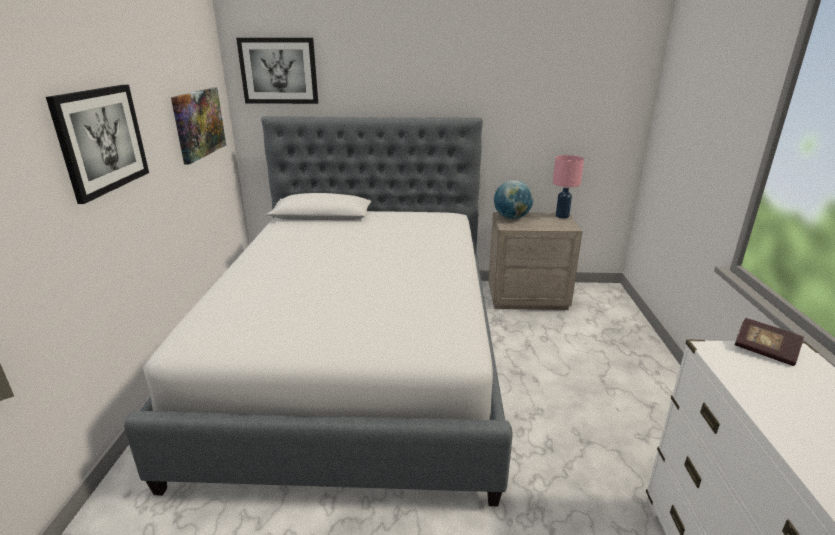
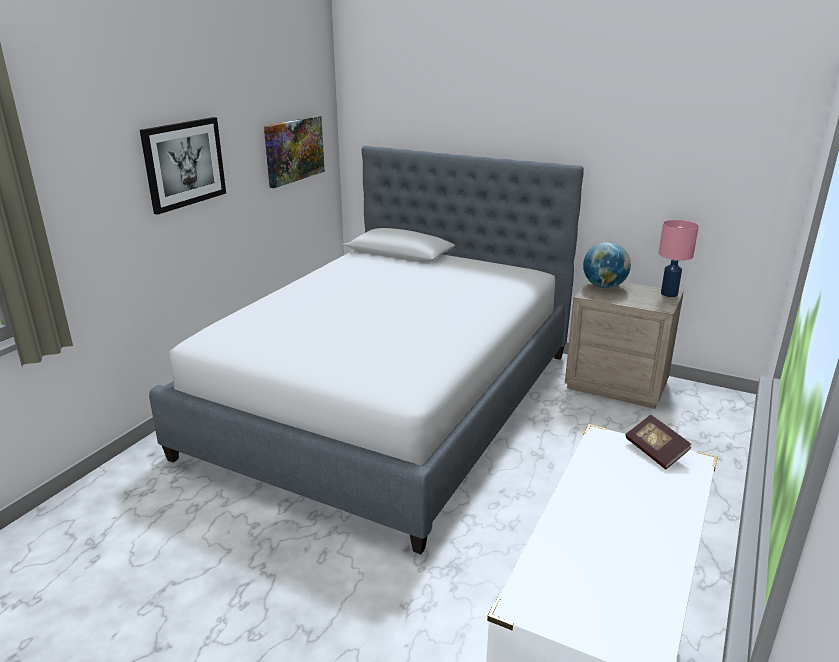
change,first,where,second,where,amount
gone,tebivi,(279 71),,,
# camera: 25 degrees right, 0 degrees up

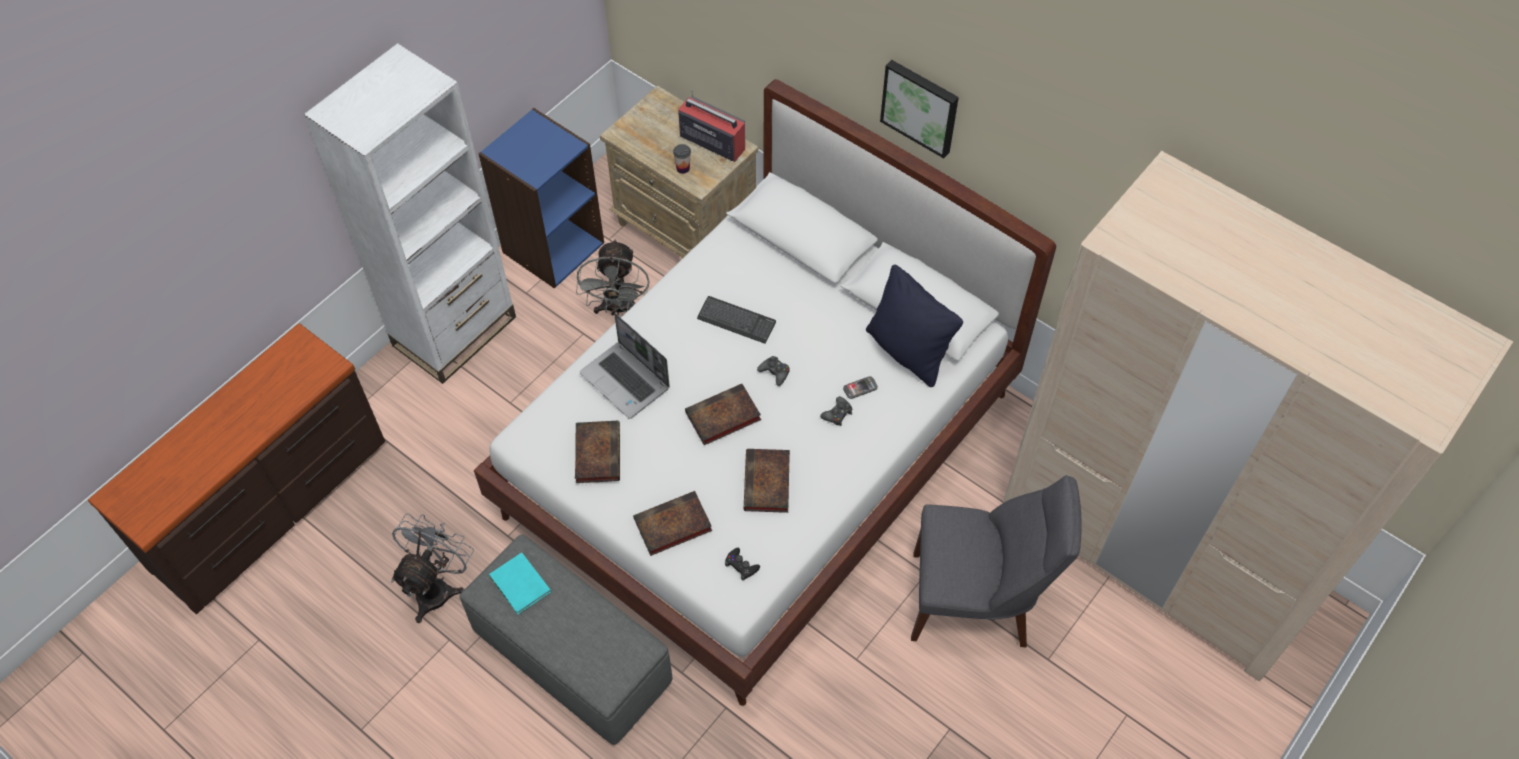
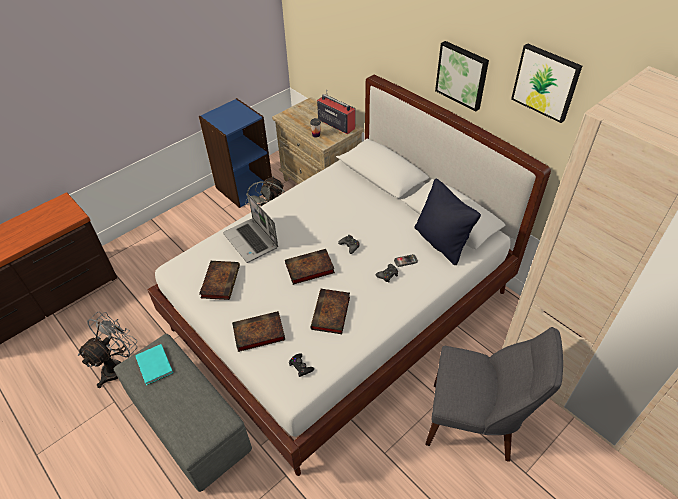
change,first,where,second,where,amount
gone,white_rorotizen,(455 331),,,
gone,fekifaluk,(736 321),,,
new,,,tebivi,(546 82),
# camera: 10 degrees right, 10 degrees down

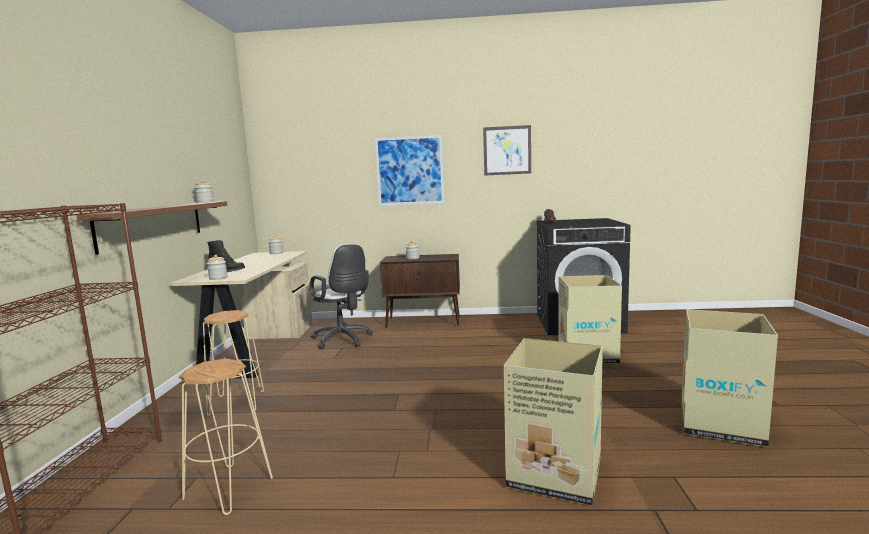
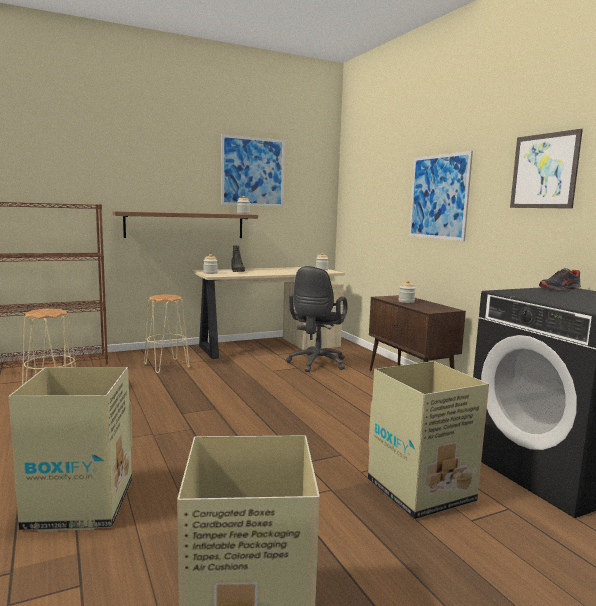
change,first,where,second,where,amount
new,,,tebivi,(253 172),
repainted,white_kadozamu,(343 340),black_kadozamu,(316 364),
# camera: 60 degrees right, 0 degrees up

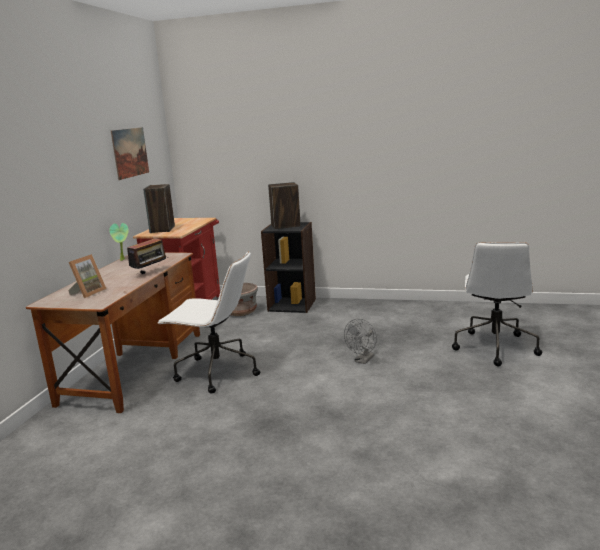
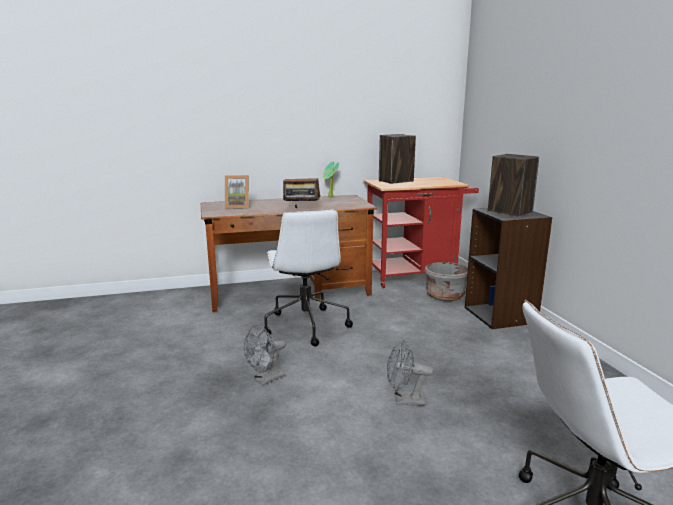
change,first,where,second,where,amount
gone,tebivi,(130 152),,,
new,,,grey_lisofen,(265 380),
# camera: 60 degrees right, 0 degrees up

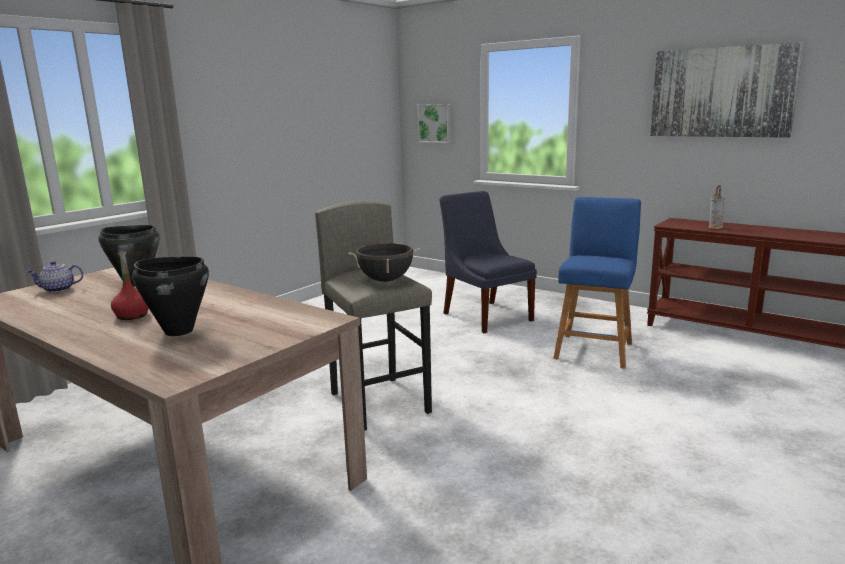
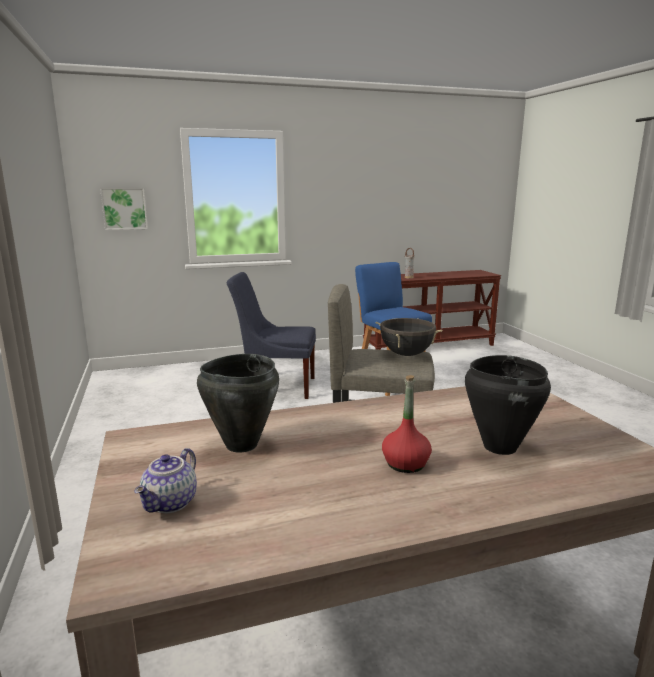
change,first,where,second,where,amount
gone,tebivi,(721 92),,,
# camera: 55 degrees left, 0 degrees up

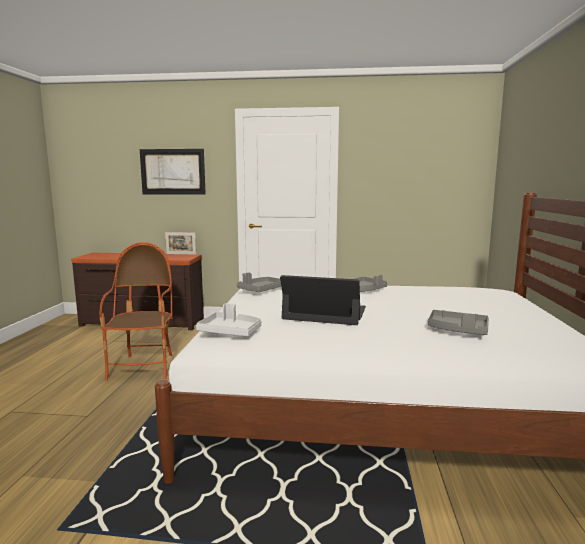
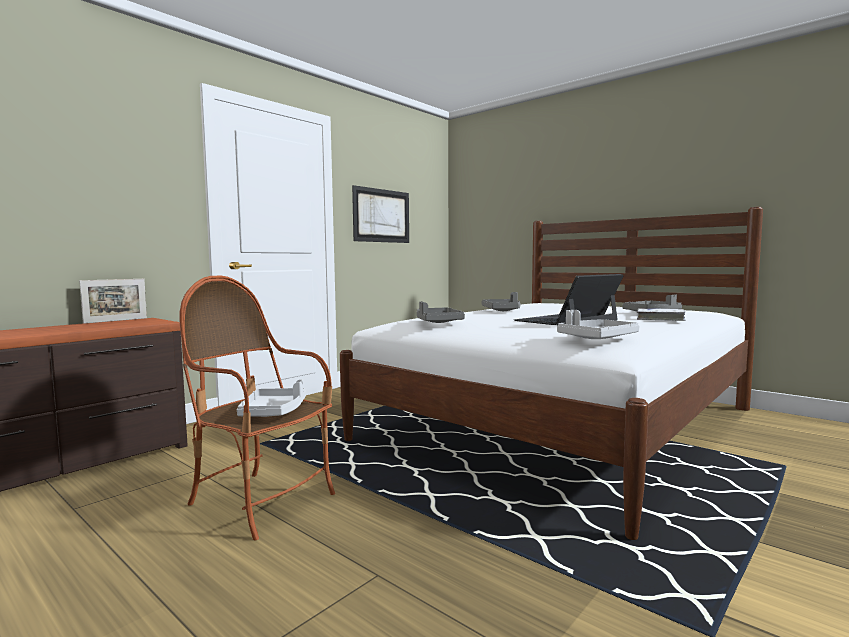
change,first,where,second,where,amount
new,,,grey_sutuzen,(274 412),
new,,,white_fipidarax,(660 319),
shifted,tebivi,(172 171),,(382 216),
# camera: 55 degrees left, 5 degrees down

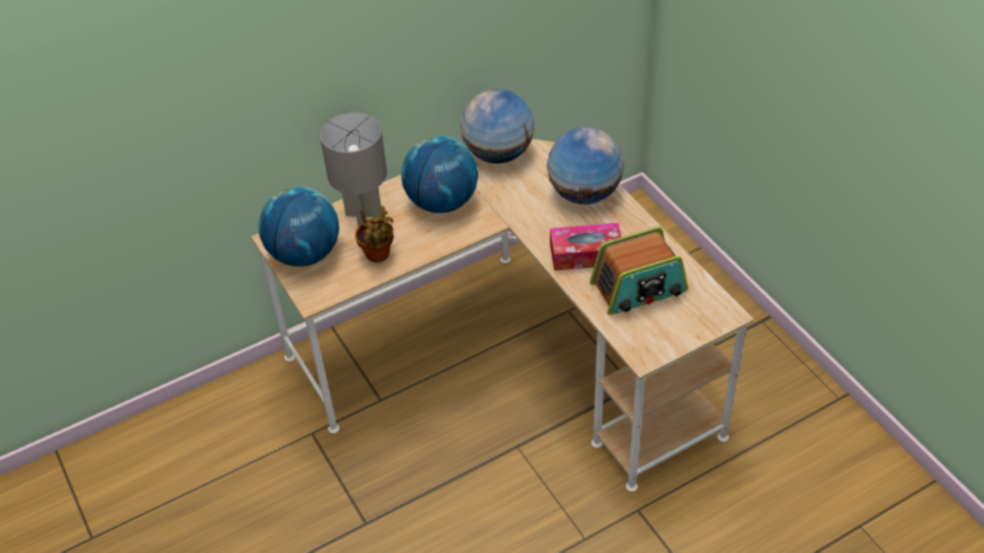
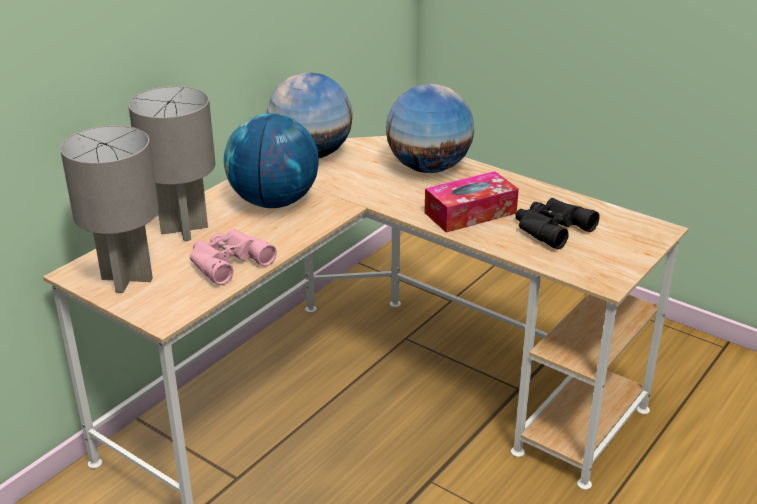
change,first,where,second,where,amount
swapped,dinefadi,(305 254),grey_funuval,(128 278),
swapped,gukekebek,(378 256),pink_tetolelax,(227 261),
swapped,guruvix,(639 288),black_tetolelax,(550 228),
# camera: 25 degrees left, 15 degrees down

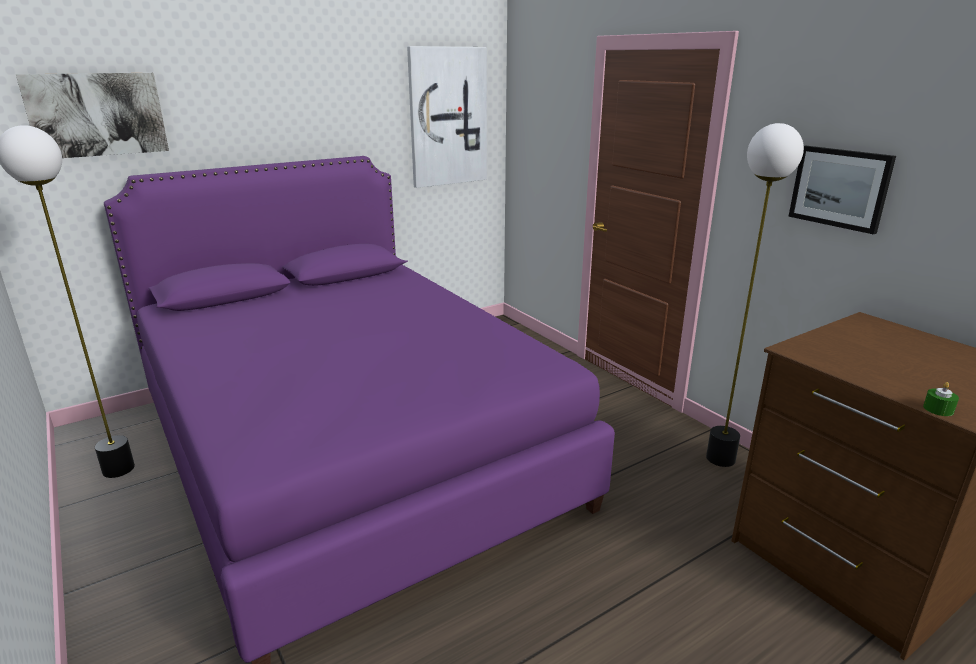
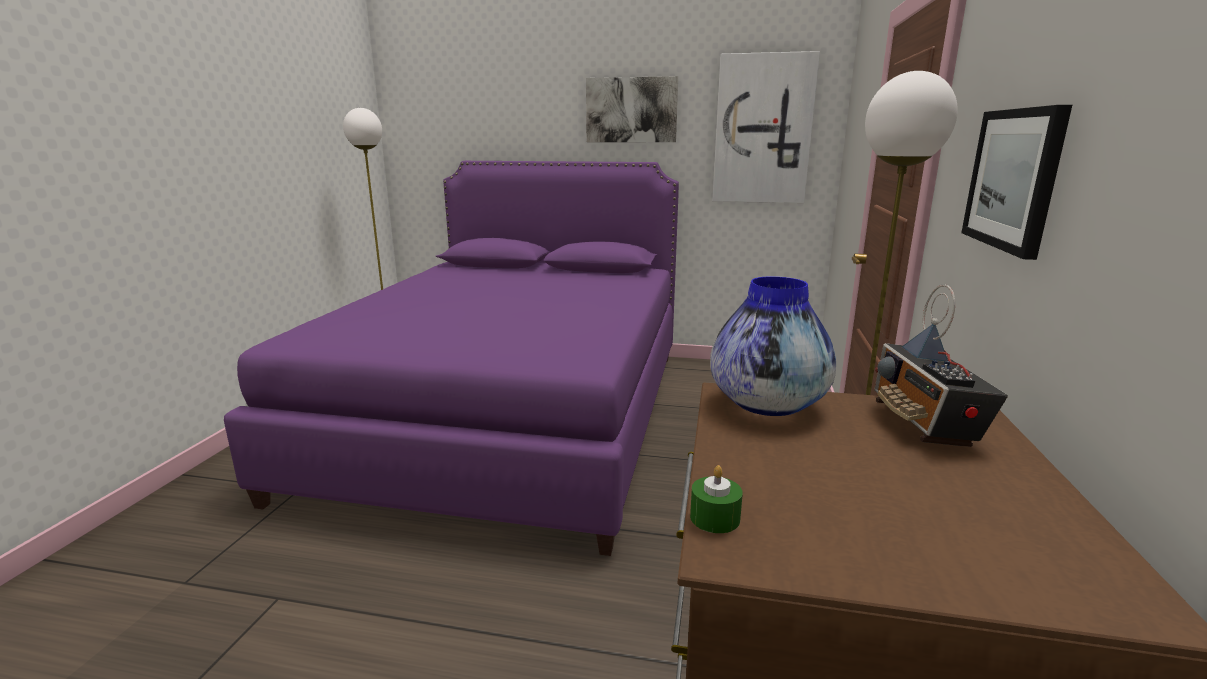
change,first,where,second,where,amount
new,,,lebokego,(768 405),
new,,,guruvix,(925 425),
shifted,tebivi,(97 114),,(631 110),
# camera: 45 degrees right, 5 degrees down

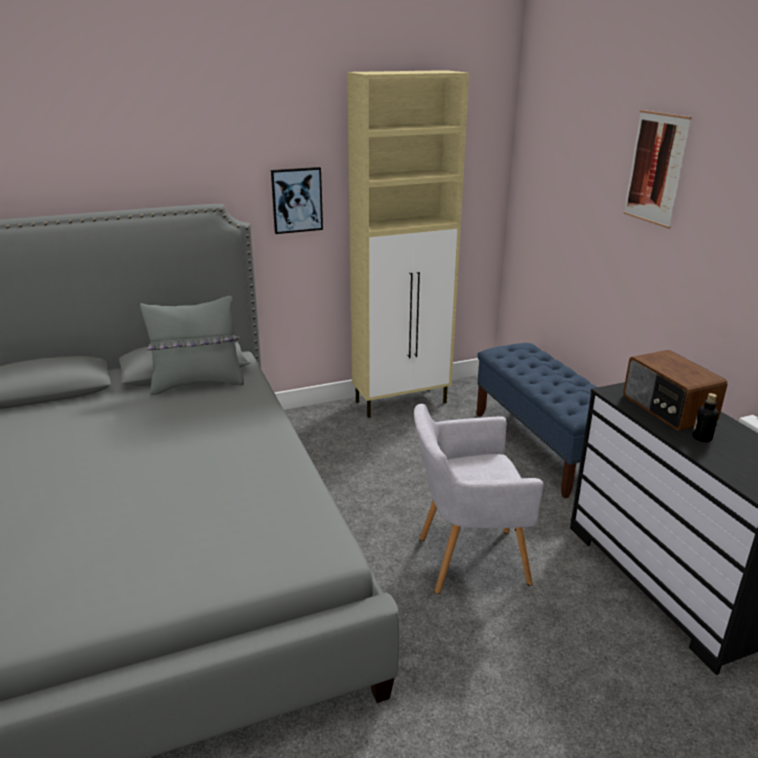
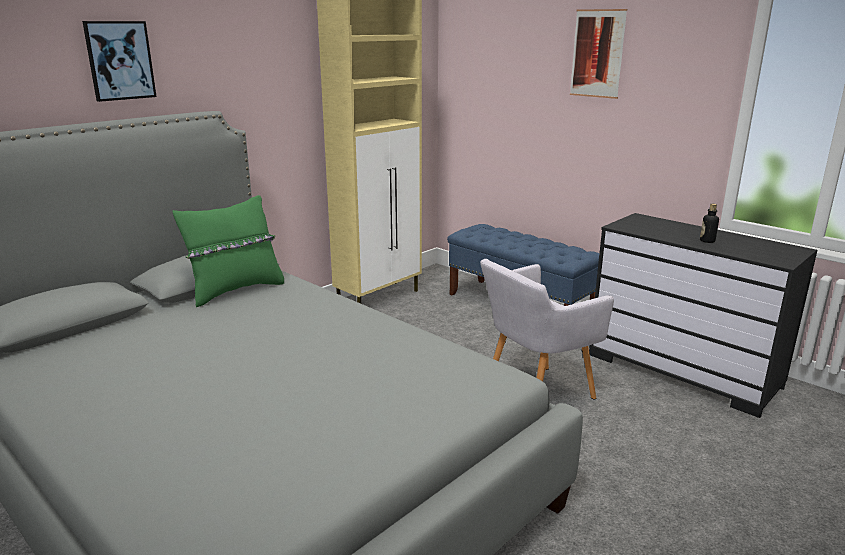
change,first,where,second,where,amount
gone,guruvix,(667 409),,,
shifted,tebivi,(296 200),,(120 60),
repainted,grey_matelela,(197 384),green_matelela,(236 290),
# camera: 25 degrees left, 5 degrees down

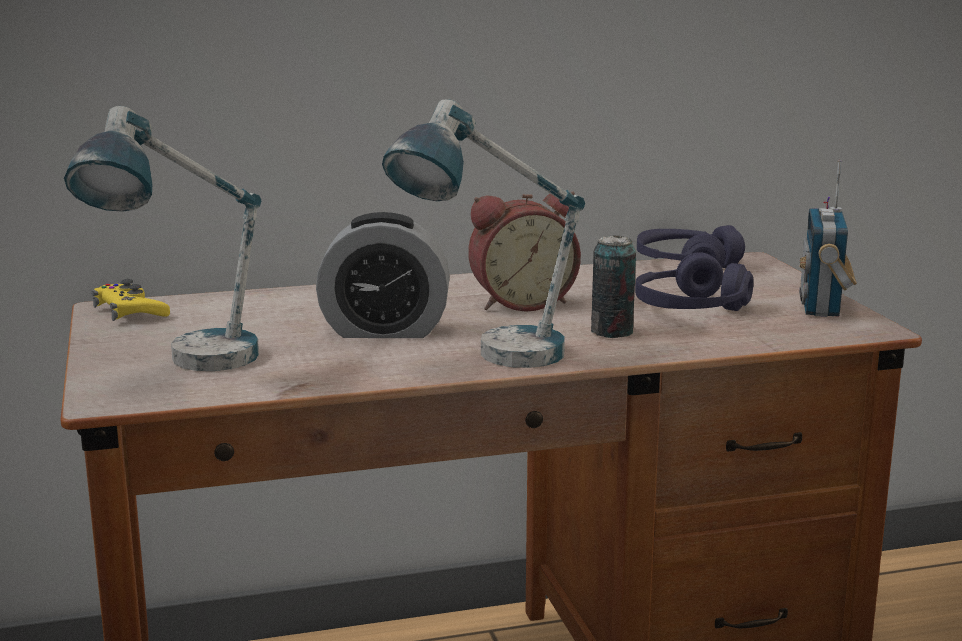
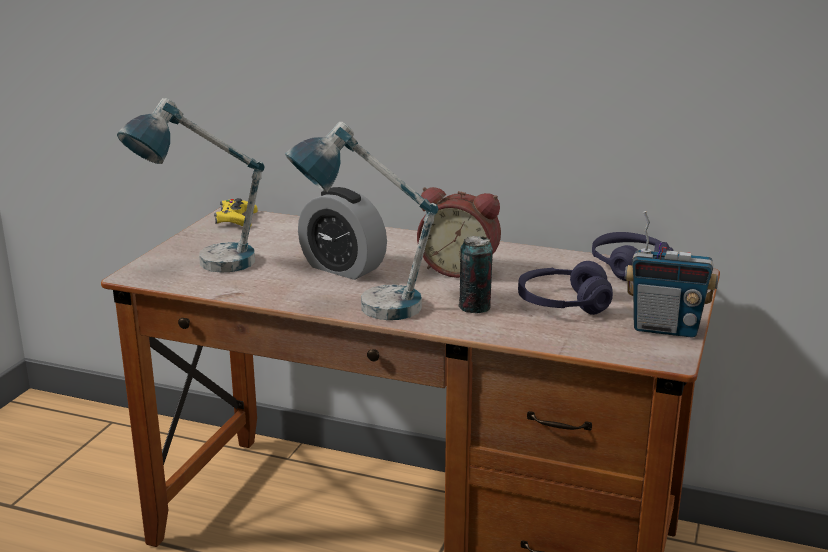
change,first,where,second,where,amount
rotated,guruvix,(822 307),,(665 328),120 degrees counterclockwise
# camera: 35 degrees right, 5 degrees up

